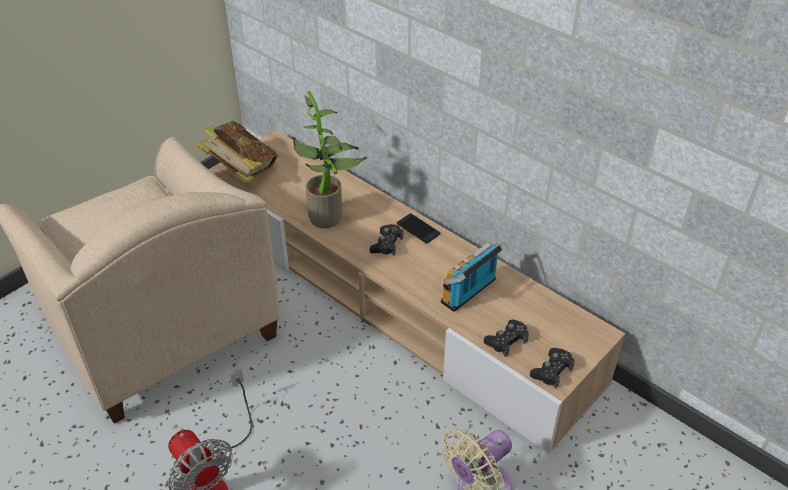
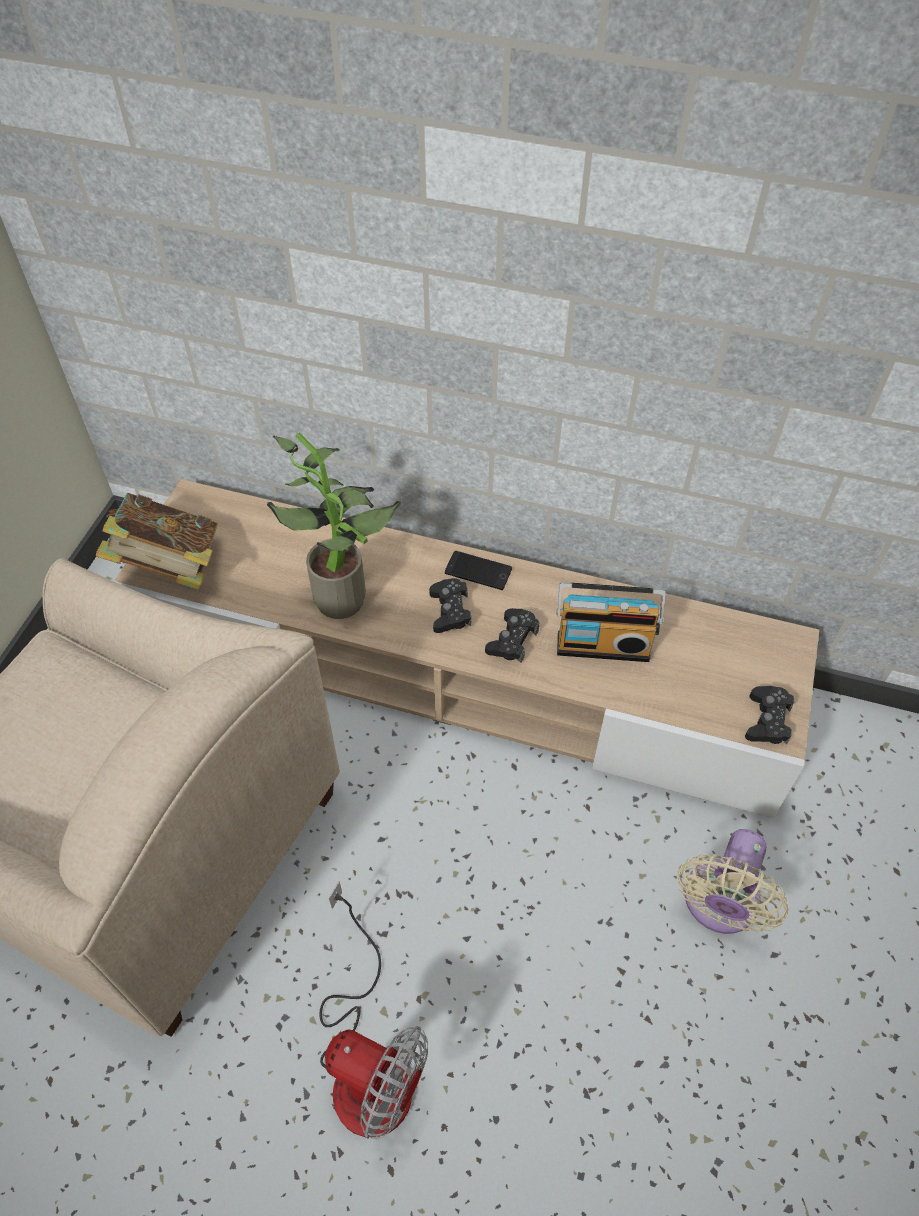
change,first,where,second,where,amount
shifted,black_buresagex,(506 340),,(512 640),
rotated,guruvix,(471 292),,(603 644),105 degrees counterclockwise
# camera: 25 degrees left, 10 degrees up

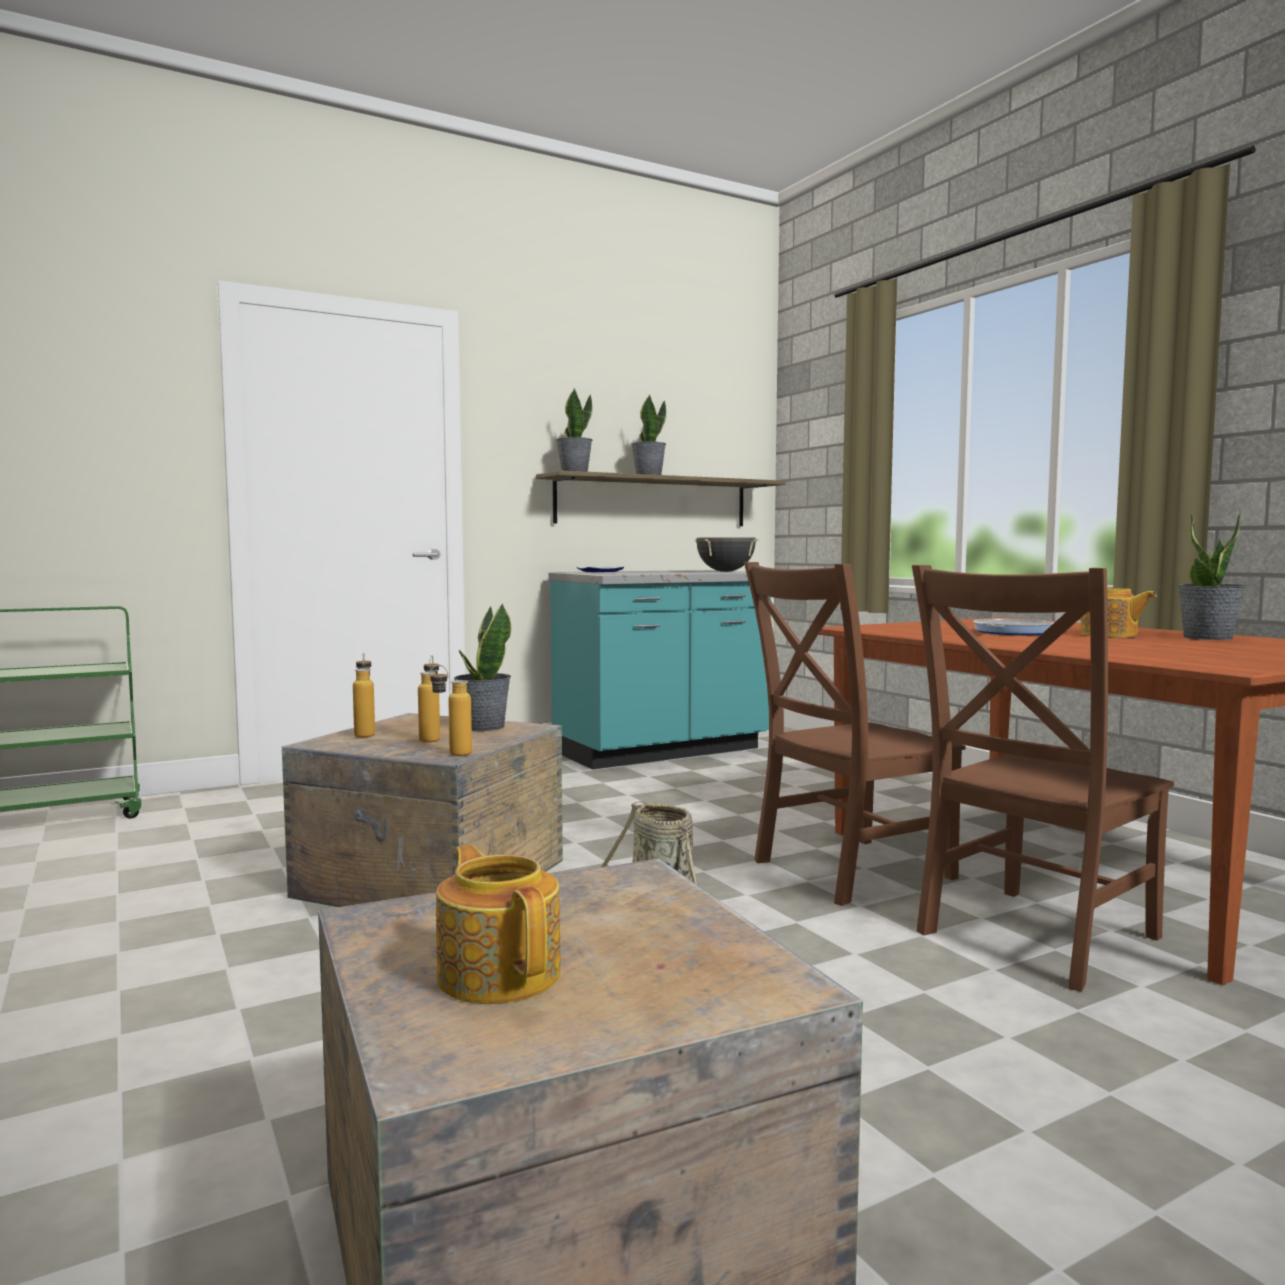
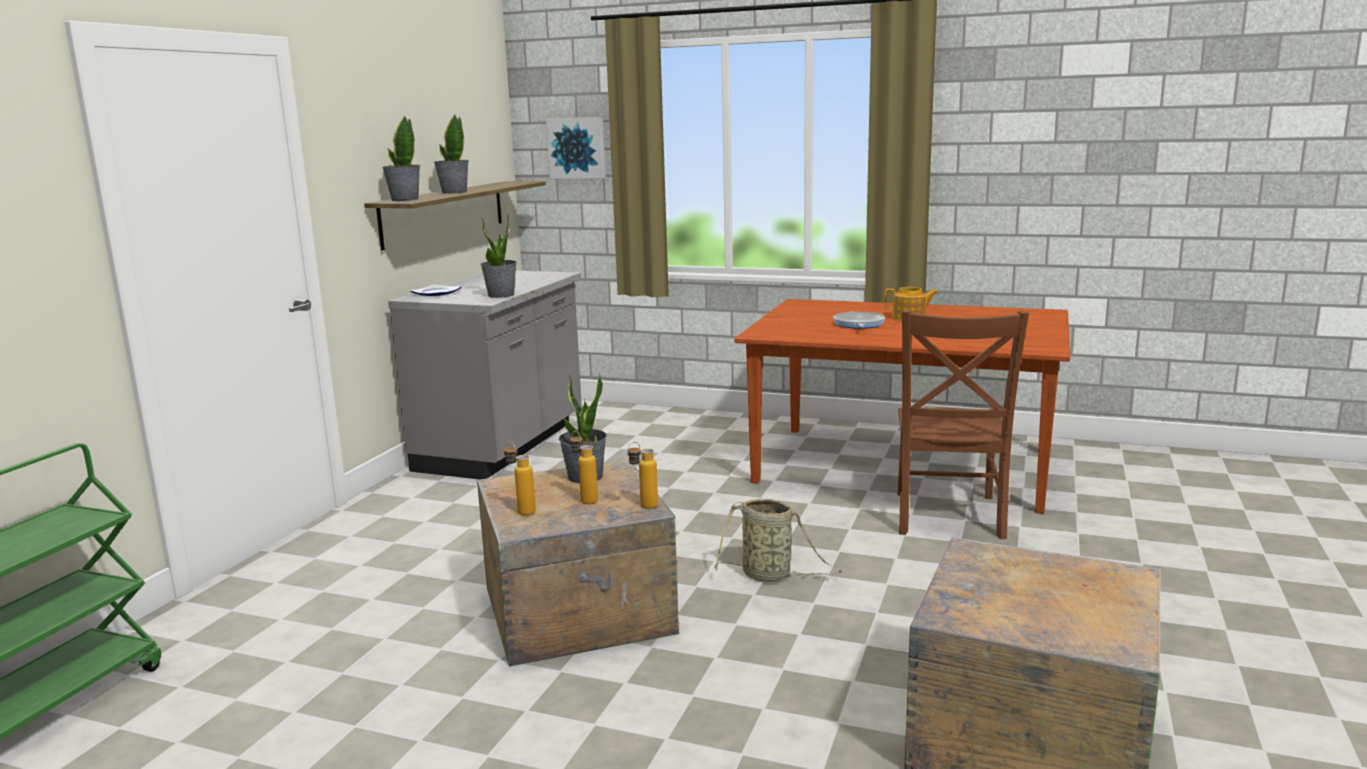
change,first,where,second,where,amount
gone,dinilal,(499 973),,,
gone,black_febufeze,(725 571),,,
gone,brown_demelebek,(846 871),,,
new,,,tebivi,(577 148),
shifted,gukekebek,(1208 638),,(501 295),
repainted,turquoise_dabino,(662 751),grey_dabino,(503 447),
# camera: 40 degrees left, 10 degrees up

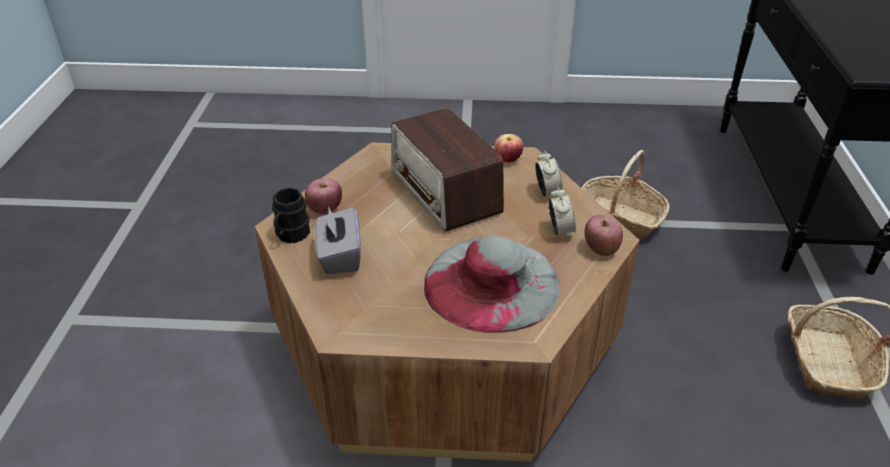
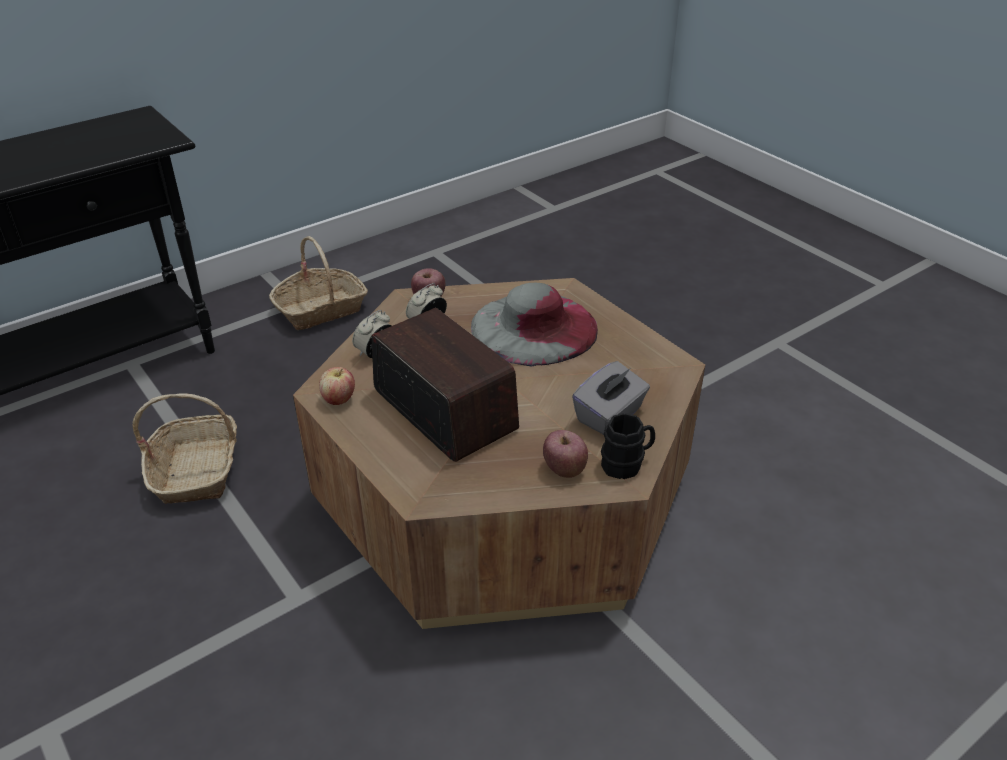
change,first,where,second,where,amount
rotated,guruvix,(445 192),,(444 409),60 degrees counterclockwise
# camera: 130 degrees left, 0 degrees up

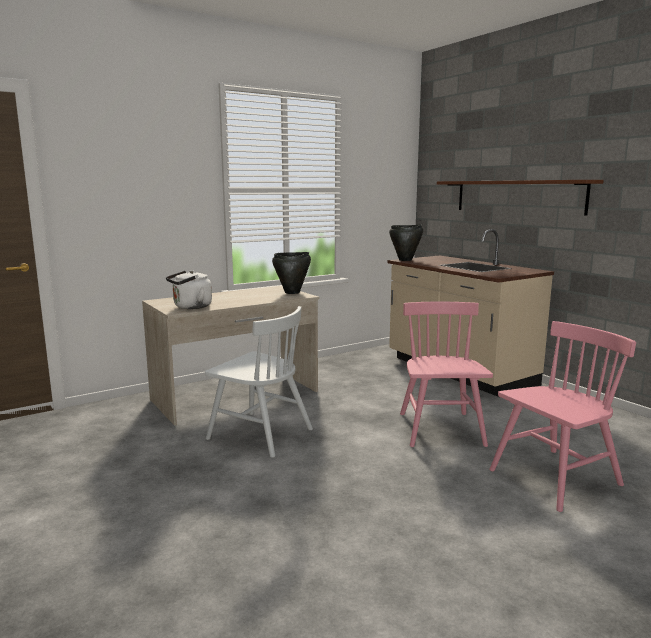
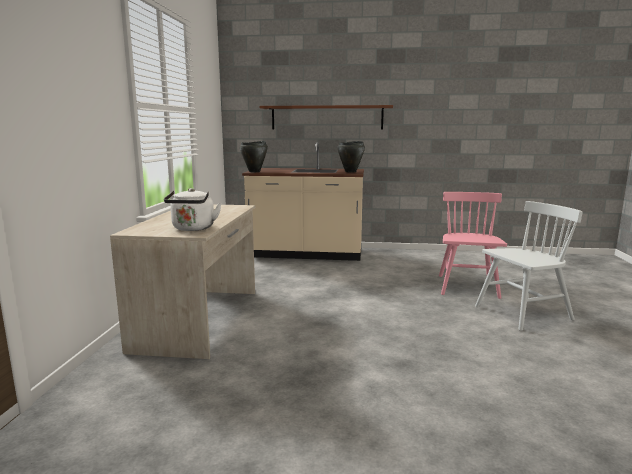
change,first,where,second,where,amount
gone,pink_demelebek,(440 429),,,
shifted,white_demelebek,(260 434),,(522 313),
shifted,black_febufeze,(292 292),,(351 172),
# camera: 50 degrees left, 0 degrees up

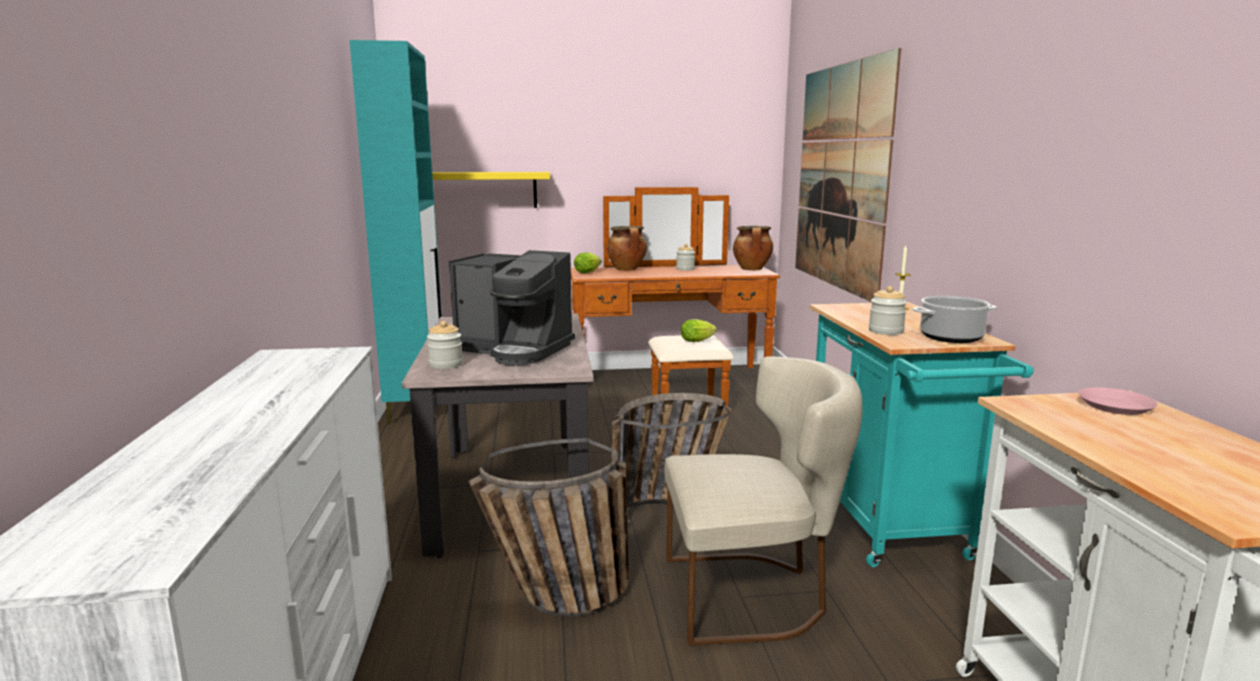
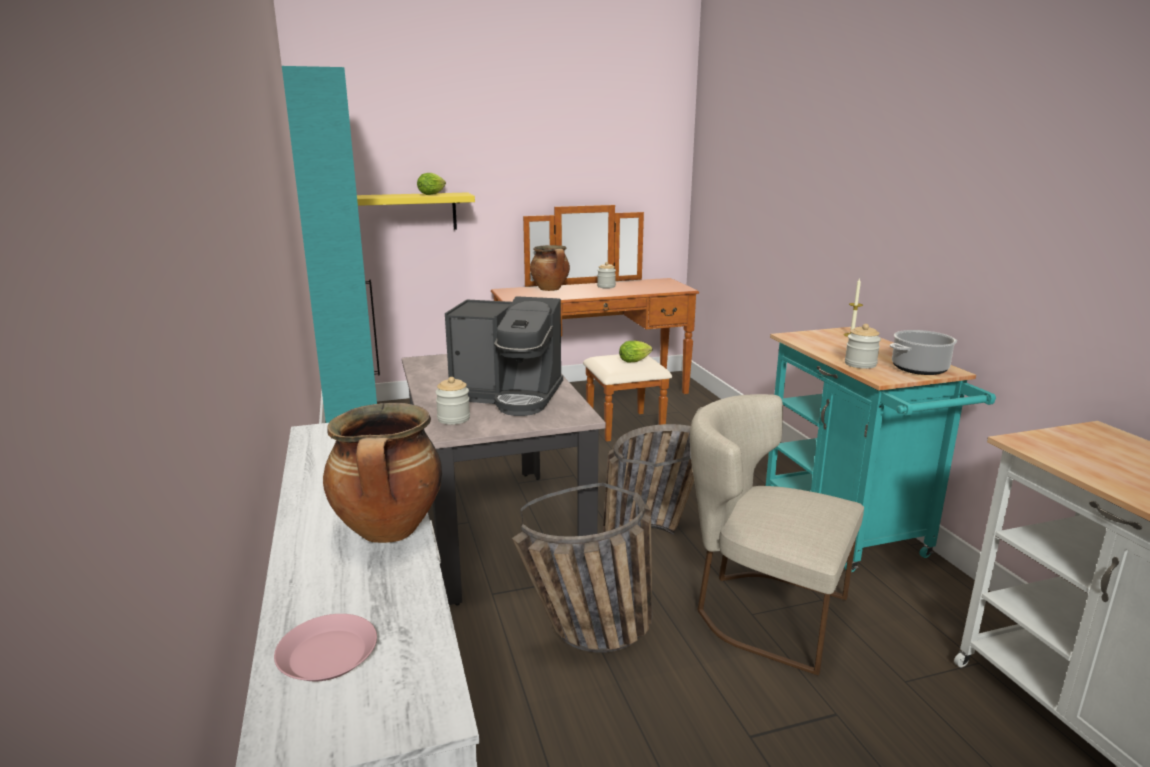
change,first,where,second,where,amount
gone,tebivi,(841 177),,,
shifted,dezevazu,(588 272),,(433 194),
shifted,febufeze,(752 269),,(390 531),
shifted,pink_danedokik,(1115 406),,(327 655),
rotated,beige_demelebek,(753 595),,(761 611),135 degrees counterclockwise
# camera: 10 degrees left, 5 degrees up

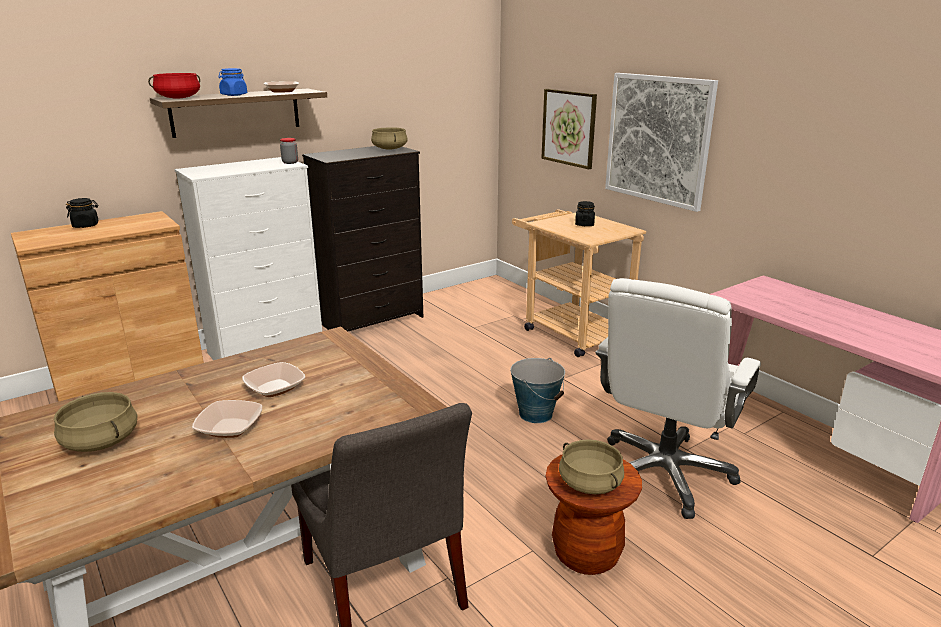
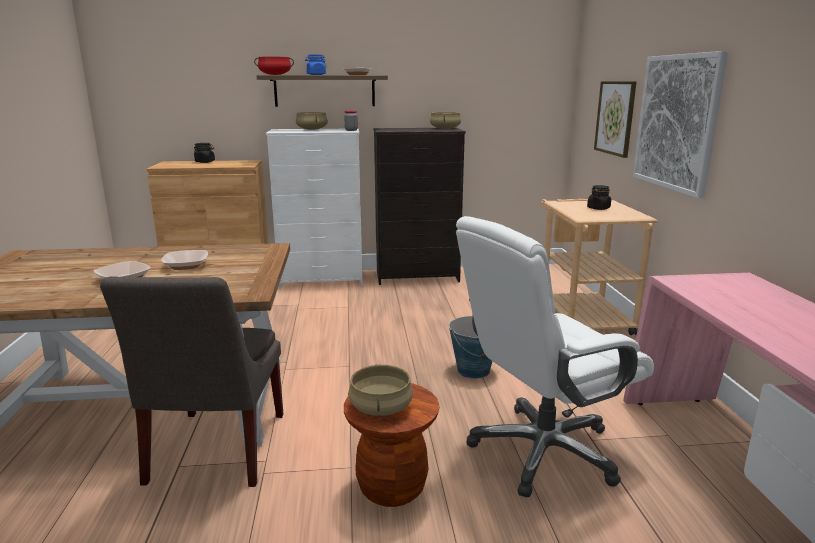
change,first,where,second,where,amount
shifted,beige_febufeze,(102 441),,(312 129),
# camera: 30 degrees right, 5 degrees down

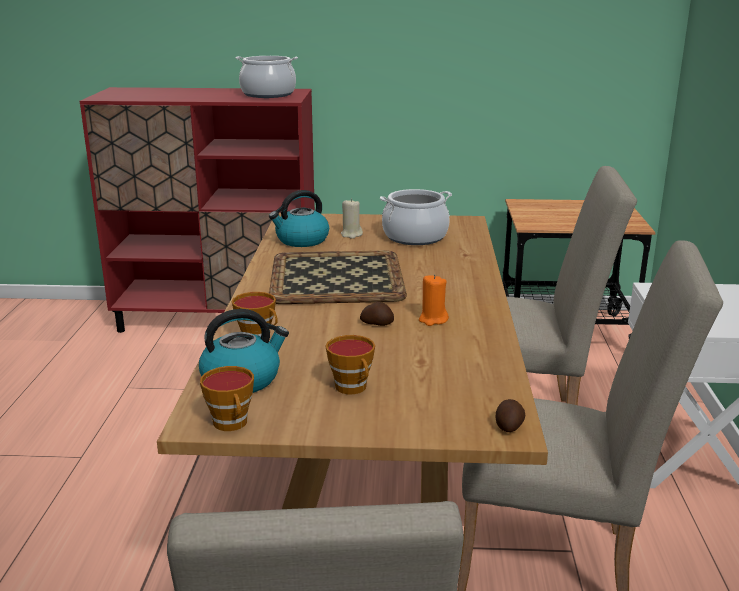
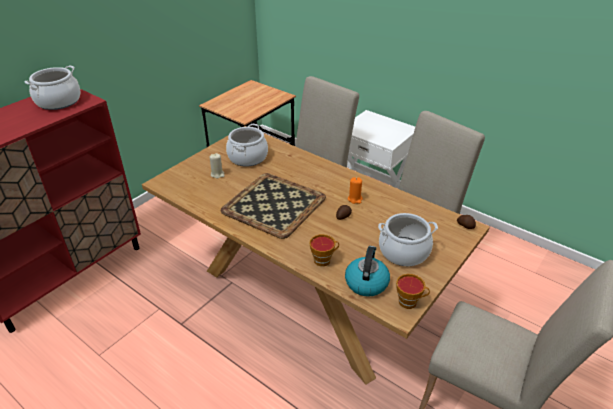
change,first,where,second,where,amount
gone,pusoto,(301 240),,,
swapped,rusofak,(353 388),febufeze,(403 251),
# camera: 55 degrees left, 15 degrees up

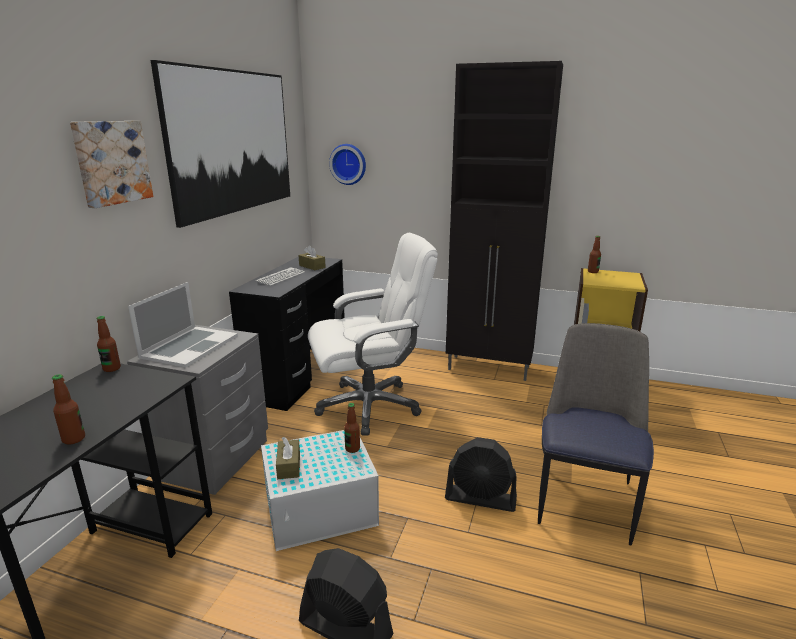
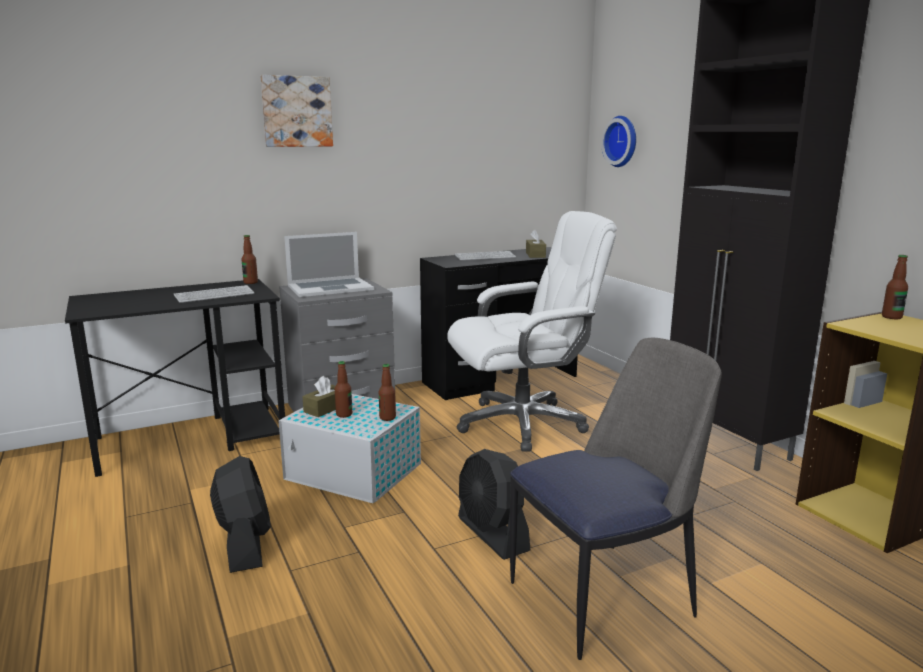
change,first,where,second,where,amount
gone,tebivi,(233 142),,,
new,,,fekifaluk,(214 295),
shifted,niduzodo,(74 439),,(344 414),
rotated,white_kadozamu,(370 406),,(523 423),45 degrees counterclockwise
# camera: 45 degrees right, 5 degrees down

